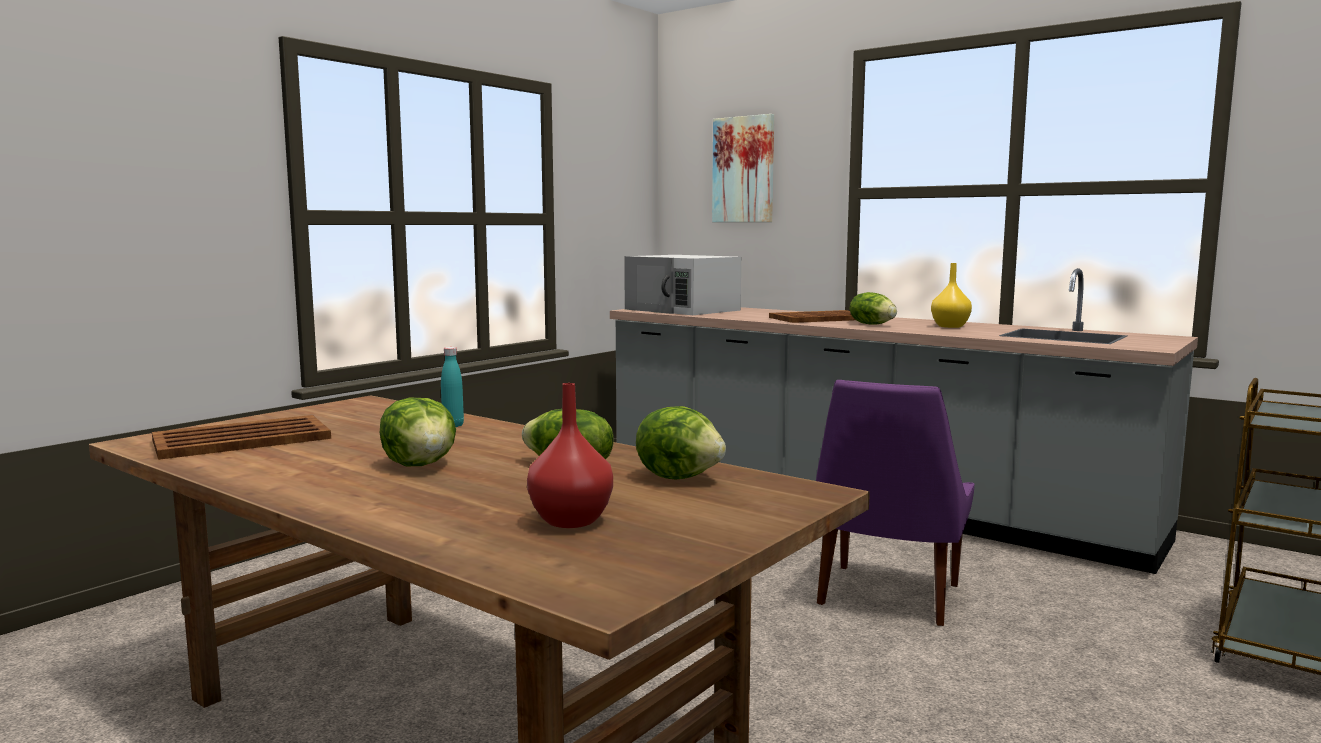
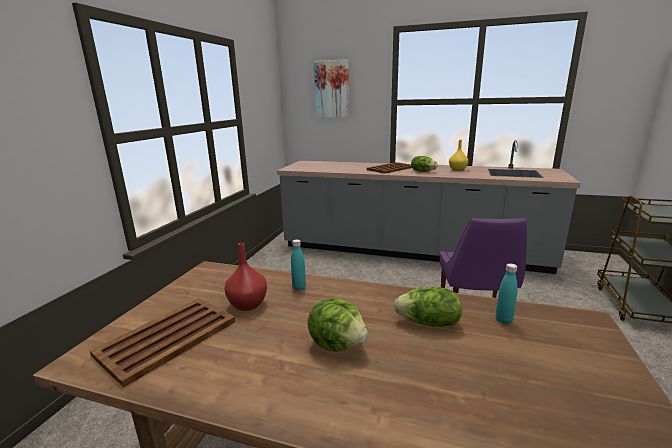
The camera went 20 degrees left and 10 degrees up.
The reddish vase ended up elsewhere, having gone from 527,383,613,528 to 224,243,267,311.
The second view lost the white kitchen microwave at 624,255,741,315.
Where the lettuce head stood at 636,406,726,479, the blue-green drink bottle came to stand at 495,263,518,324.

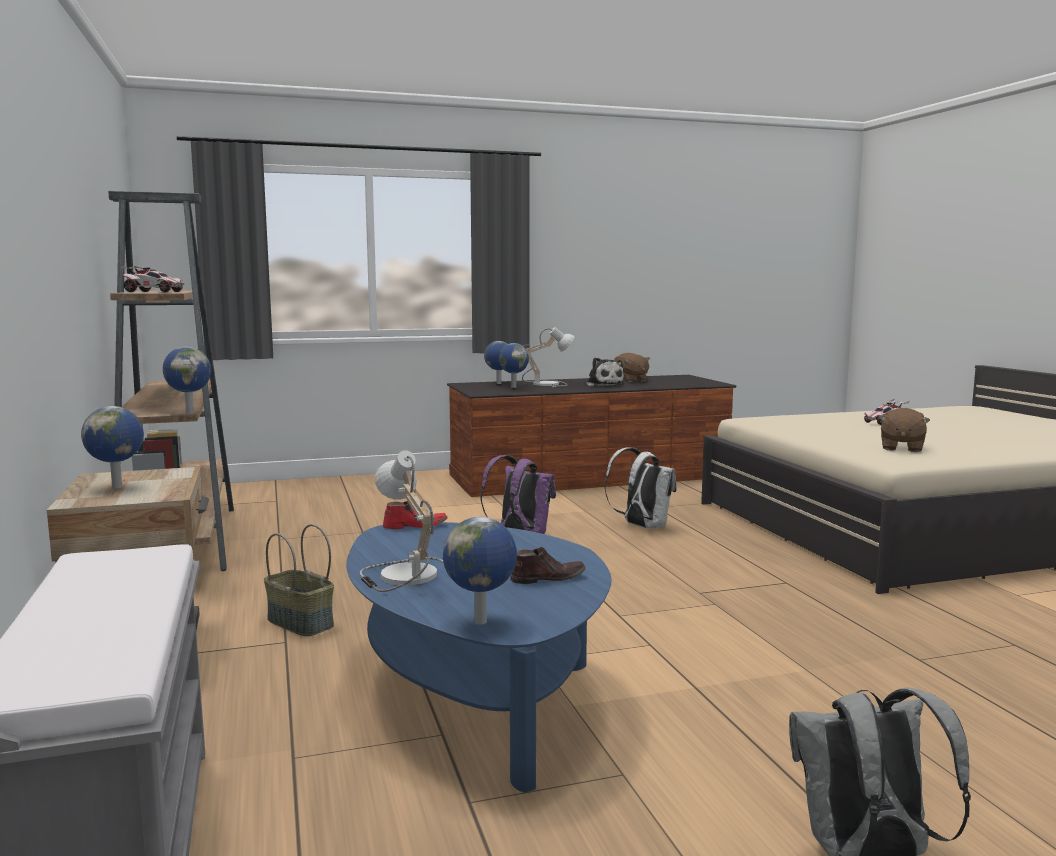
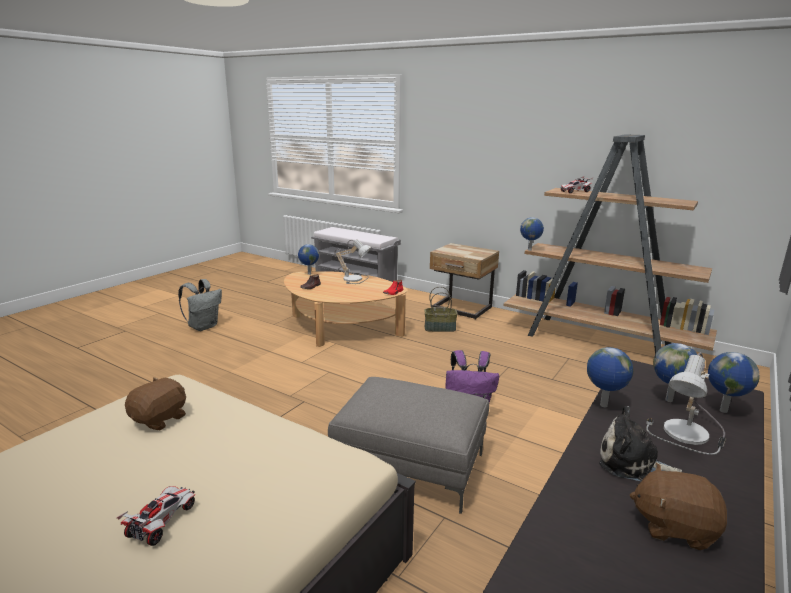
The camera went 140 degrees right and 10 degrees up.
The world globe ended up elsewhere, having gone from 81,406,144,489 to 587,347,633,407.
What was the blue-coloured low table at 346,522,612,793 turned into the beige-coloured low table at 284,271,407,347.
Where the white rucksack stood at 604,447,677,528, the gray footrest came to stand at 328,377,489,514.
The brown cuddly toy at 879,408,930,452 ended up facing another way, 45 degrees clockwise from before.

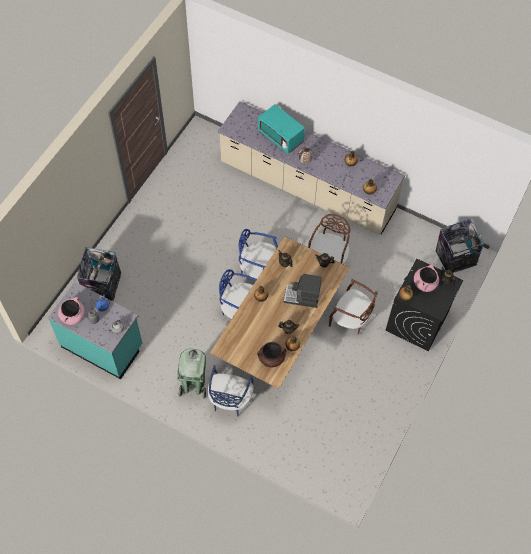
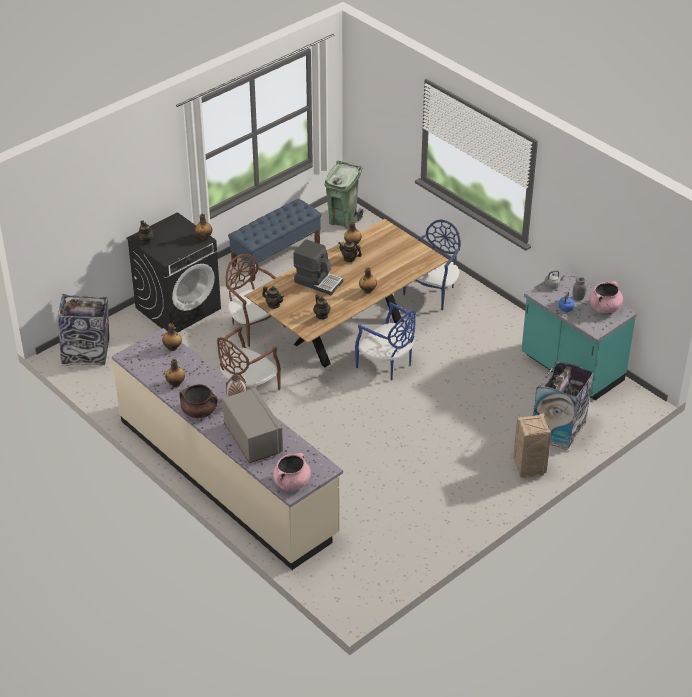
The camera went 160 degrees left and 20 degrees down.
The green-coloured waste bin ended up elsewhere, having gone from 177,349,206,399 to 325,161,363,229.
The second view lost the blue-coloured upright chair at 238,229,278,279.
The brown cooking pot ended up elsewhere, having gone from 257,342,286,368 to 179,384,218,418.
What was the blue-green kitchen microwave at 258,104,305,154 turned into the gray kitchen microwave at 223,388,283,463.
The pink cooking pot ended up elsewhere, having gone from 414,264,439,292 to 273,453,311,490.
The second view gained the blue-coloured bench at 228,199,322,282.
The second view gained the shipping crate at 513,413,551,478.

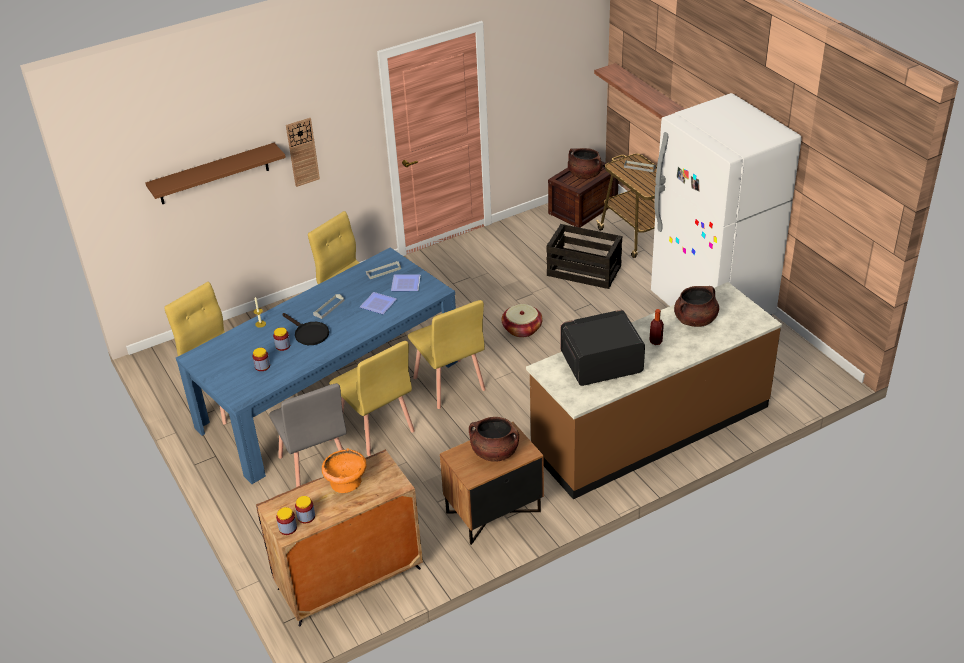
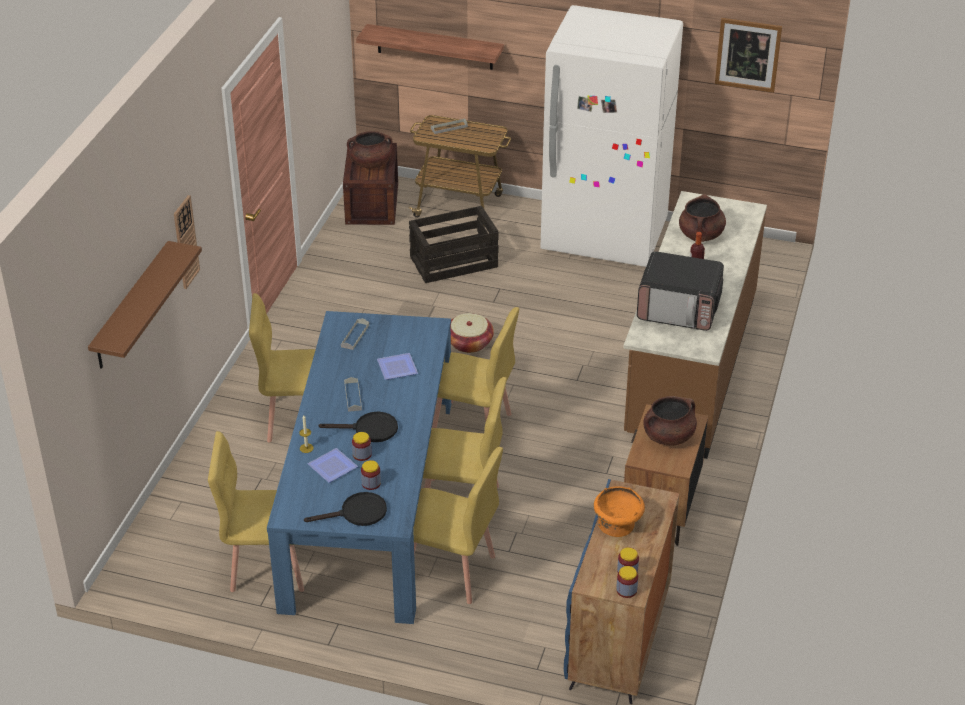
The camera went 45 degrees left and 0 degrees up.
What was the brown storage cabinet at 256,449,423,626 turned into the blue-coloured storage cabinet at 564,479,679,704.
What was the gray upright chair at 269,383,346,487 turned into the yellow-coloured upright chair at 413,447,503,604.
The flat dish ended up elsewhere, having gone from 391,274,420,291 to 308,448,358,483.
The kitchen microwave at 560,310,645,386 ended up facing another way, 105 degrees counterclockwise from before.
The second view gained the blackish skillet at 304,492,387,526.
The second view gained the picture at 715,18,782,93.

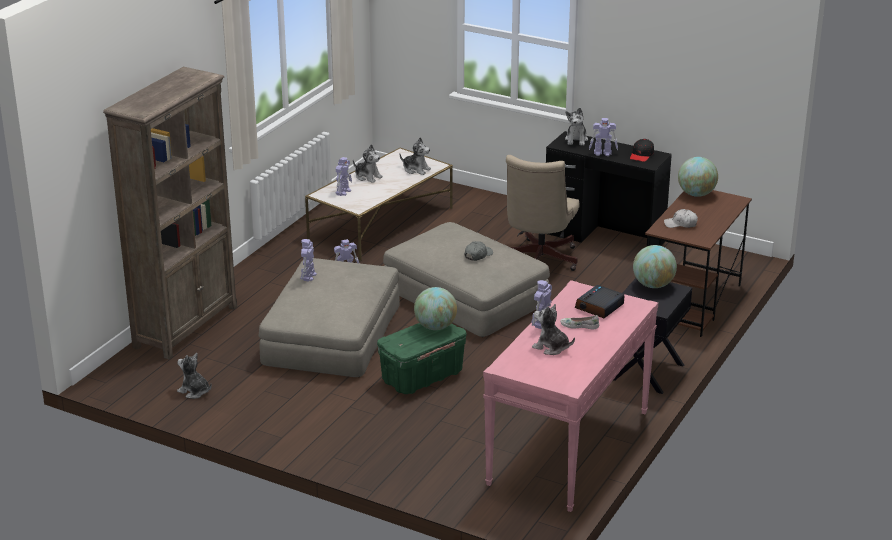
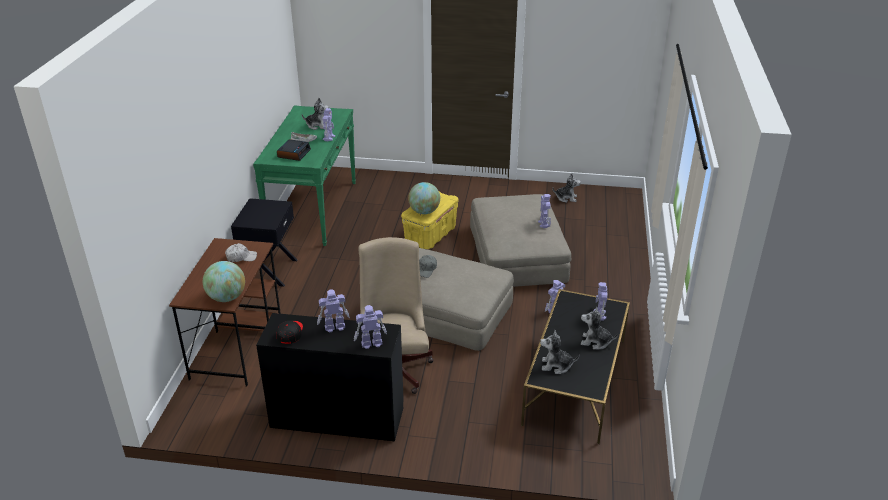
The camera went 160 degrees right and 5 degrees up.
The second view lost the brown shelving unit at 103,66,237,359.
What was the white low table at 305,147,453,261 turned into the blackish low table at 521,289,630,444.
What was the green-coloured storage box at 377,323,466,394 turned into the yellow-coloured storage box at 401,191,459,249.
What was the pink narrow table at 483,280,658,512 turned into the green-coloured narrow table at 253,105,356,246.
Where the cuddly toy stood at 565,107,588,145, the model robot came to stand at 354,305,387,349.
The second view lost the world globe at 633,245,677,288.

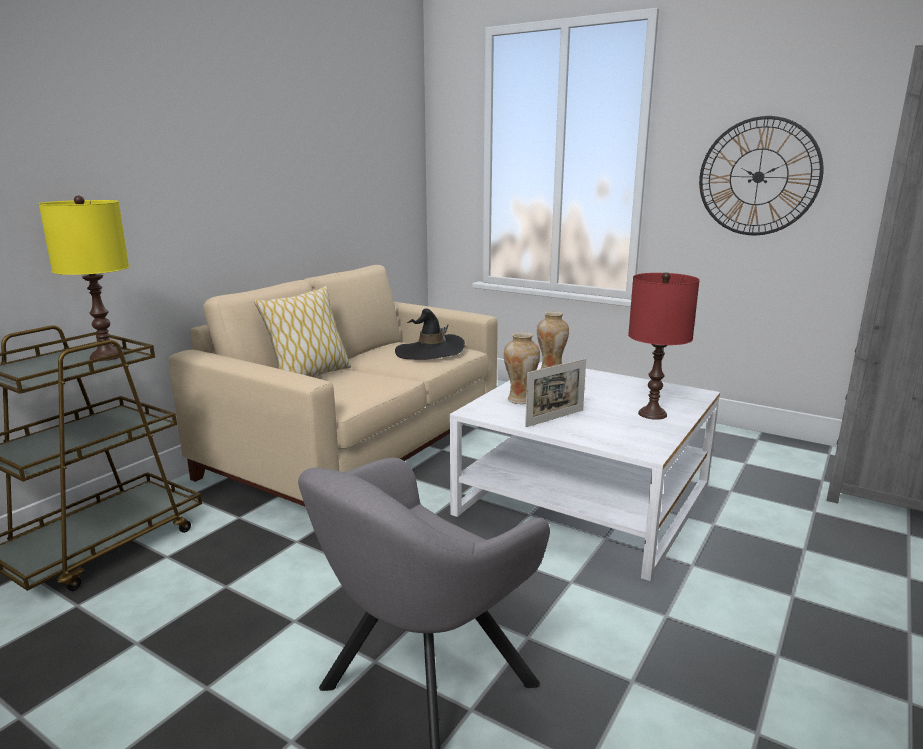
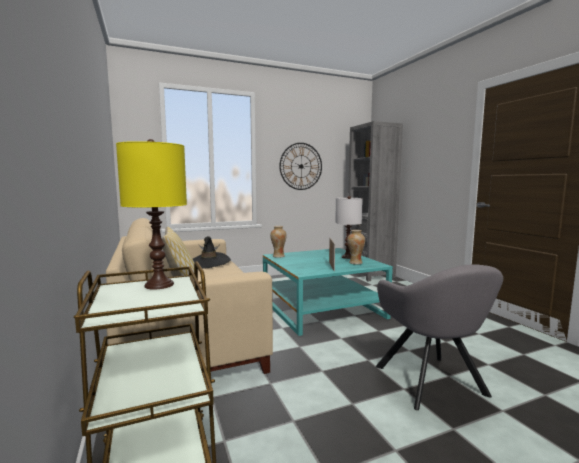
The camera went 55 degrees left and 10 degrees down.
What was the white low table at 450,362,720,581 turned into the blue-green low table at 263,248,393,336.
The vase ended up elsewhere, having gone from 504,332,540,404 to 347,230,365,264.
What was the reddish lamp for a table at 628,272,700,420 turned into the white lamp for a table at 335,196,363,259.

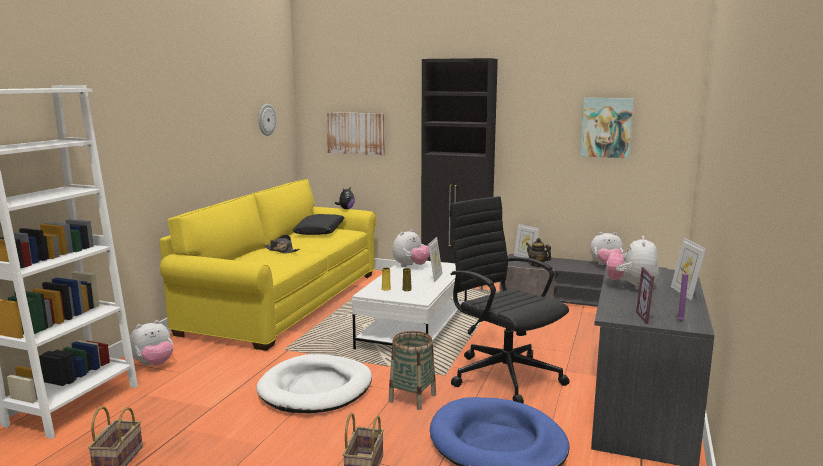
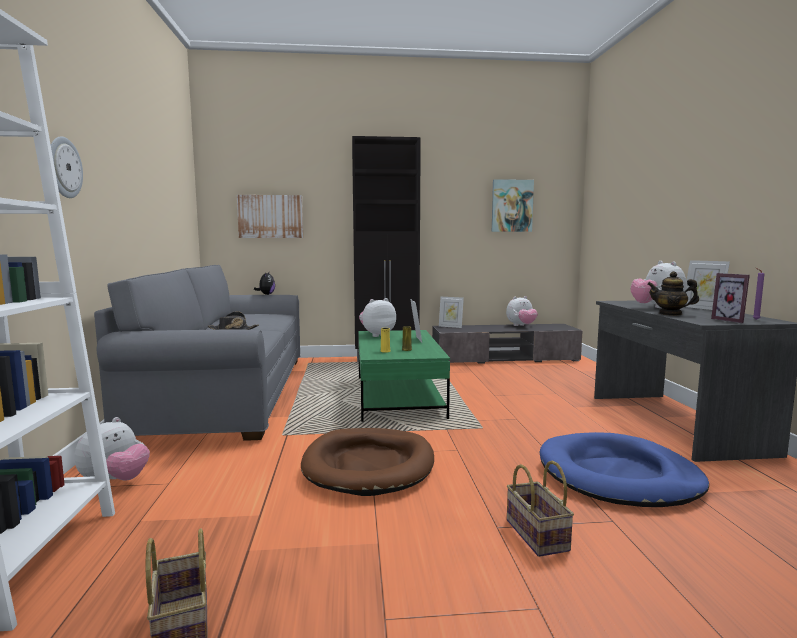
The camera went 25 degrees left and 5 degrees down.
What was the yellow-coloured couch at 160,179,376,351 turned into the gray couch at 94,265,300,441.
What was the white dog bed at 256,354,372,413 turned into the brown dog bed at 301,428,434,496.
The clock on the wall ended up elsewhere, having gone from 259,104,276,136 to 51,136,83,198.
The second view lost the blackish pillow at 292,214,344,235.
What was the white low table at 352,261,467,349 turned into the green-coloured low table at 358,330,450,422.
The second view lost the storage basket at 388,331,436,410.
The cuddly toy at 392,229,430,267 ended up facing another way, 135 degrees counterclockwise from before.
The second view lost the blackish desk chair at 449,196,570,404.
The tea pot ended up elsewhere, having gone from 526,238,552,267 to 647,271,699,316.

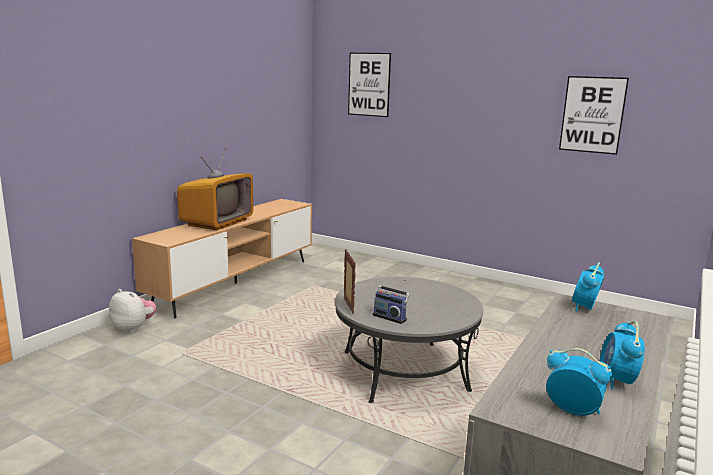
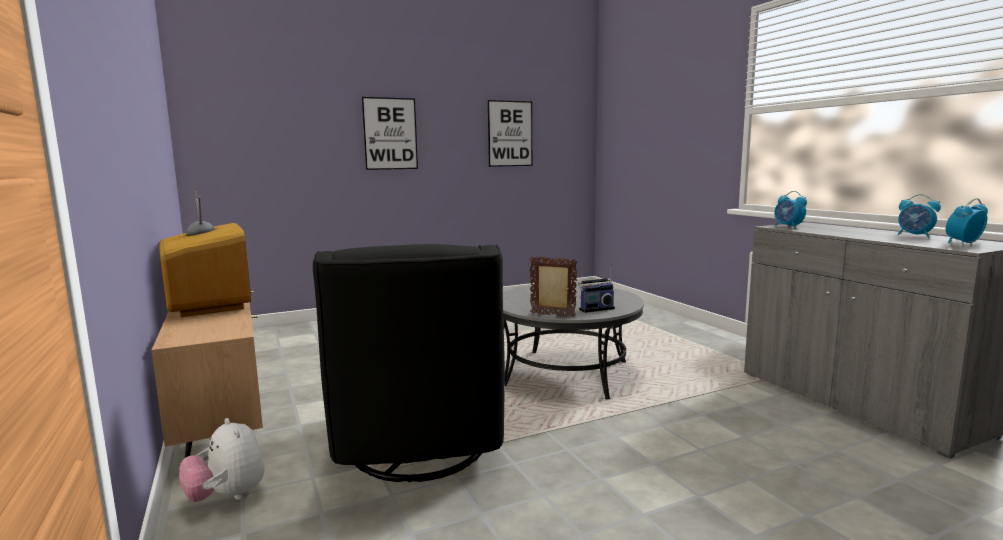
The camera went 55 degrees left and 5 degrees down.
The cuddly toy at 109,289,156,333 ended up facing another way, 105 degrees counterclockwise from before.
The picture ended up elsewhere, having gone from 348,53,391,117 to 362,97,418,170.
The second view gained the blackish easy chair at 313,244,505,482.

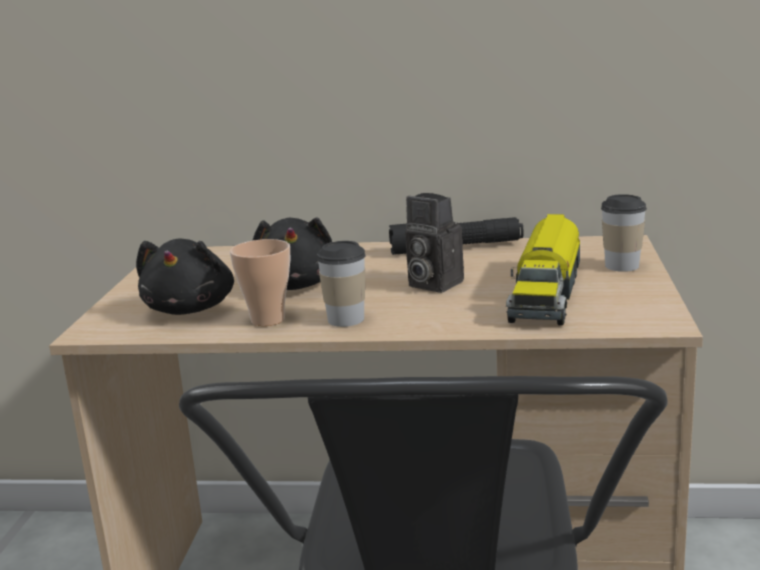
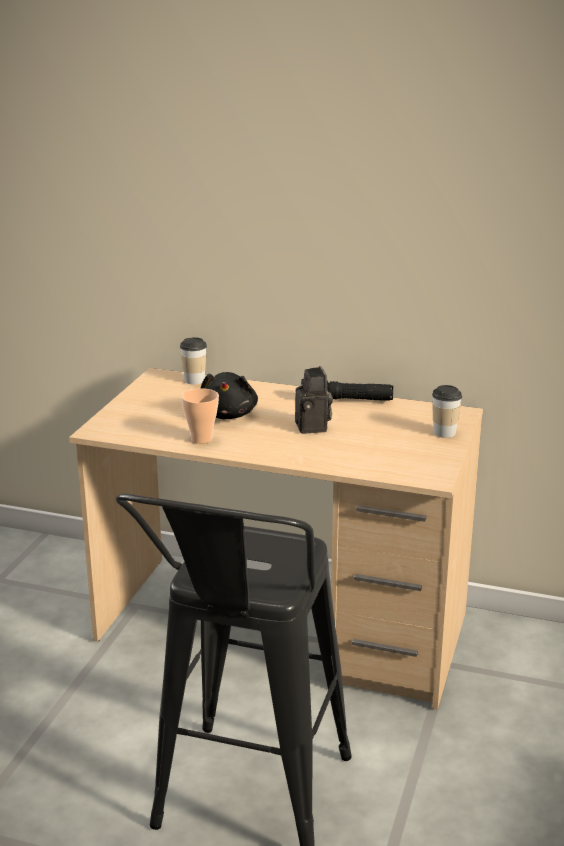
The camera went 10 degrees right and 5 degrees up.
The second view lost the blackish cuddly toy at 136,238,234,315.
The small cup ended up elsewhere, having gone from 317,241,366,327 to 180,337,207,384.
The photo camera at 405,193,464,293 ended up facing another way, 150 degrees counterclockwise from before.
The second view lost the model truck at 506,214,580,326.

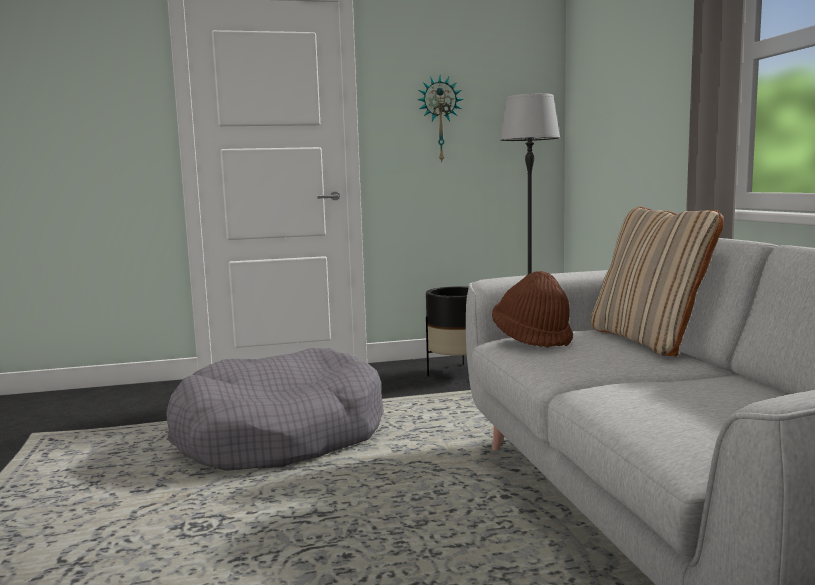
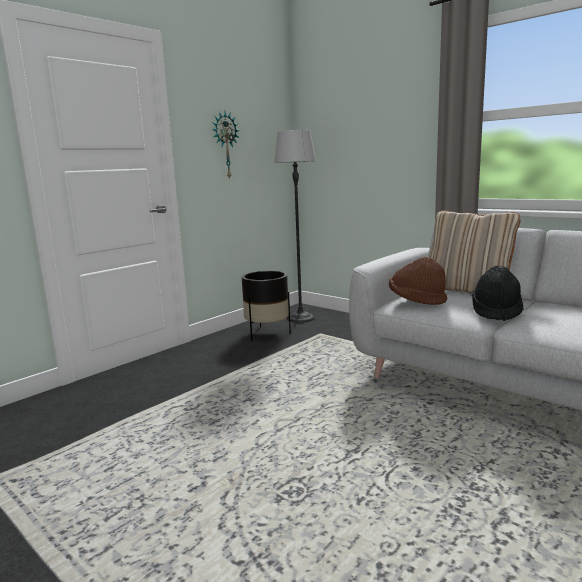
The camera went 35 degrees left and 5 degrees up.
The second view lost the gray dog bed at 166,348,384,471.
The second view gained the blackish wearable hat at 472,265,523,321.

